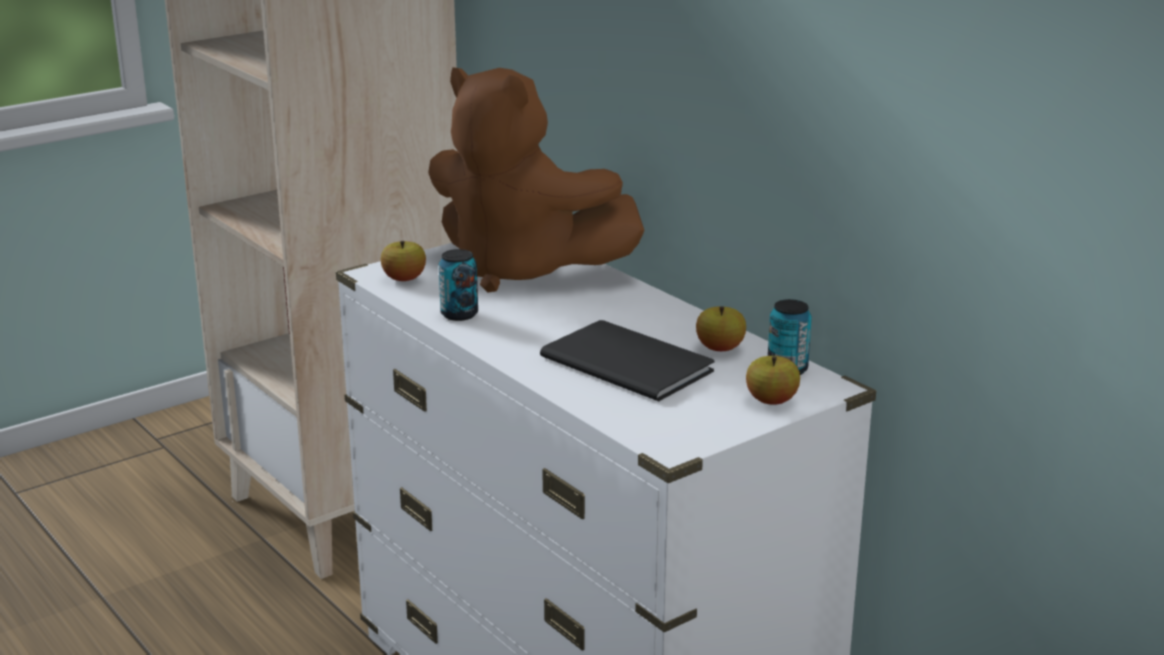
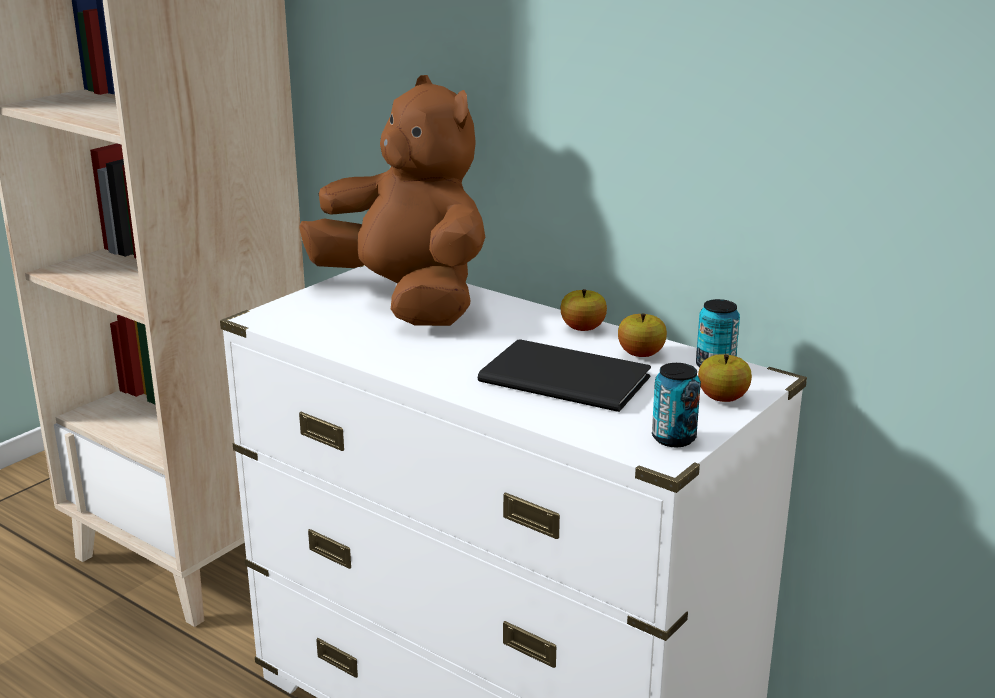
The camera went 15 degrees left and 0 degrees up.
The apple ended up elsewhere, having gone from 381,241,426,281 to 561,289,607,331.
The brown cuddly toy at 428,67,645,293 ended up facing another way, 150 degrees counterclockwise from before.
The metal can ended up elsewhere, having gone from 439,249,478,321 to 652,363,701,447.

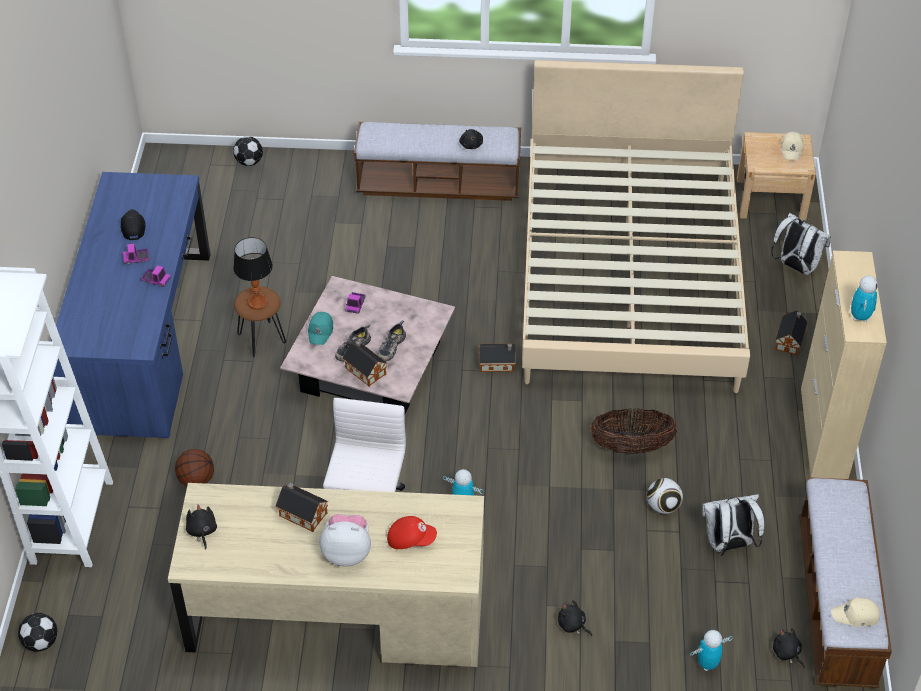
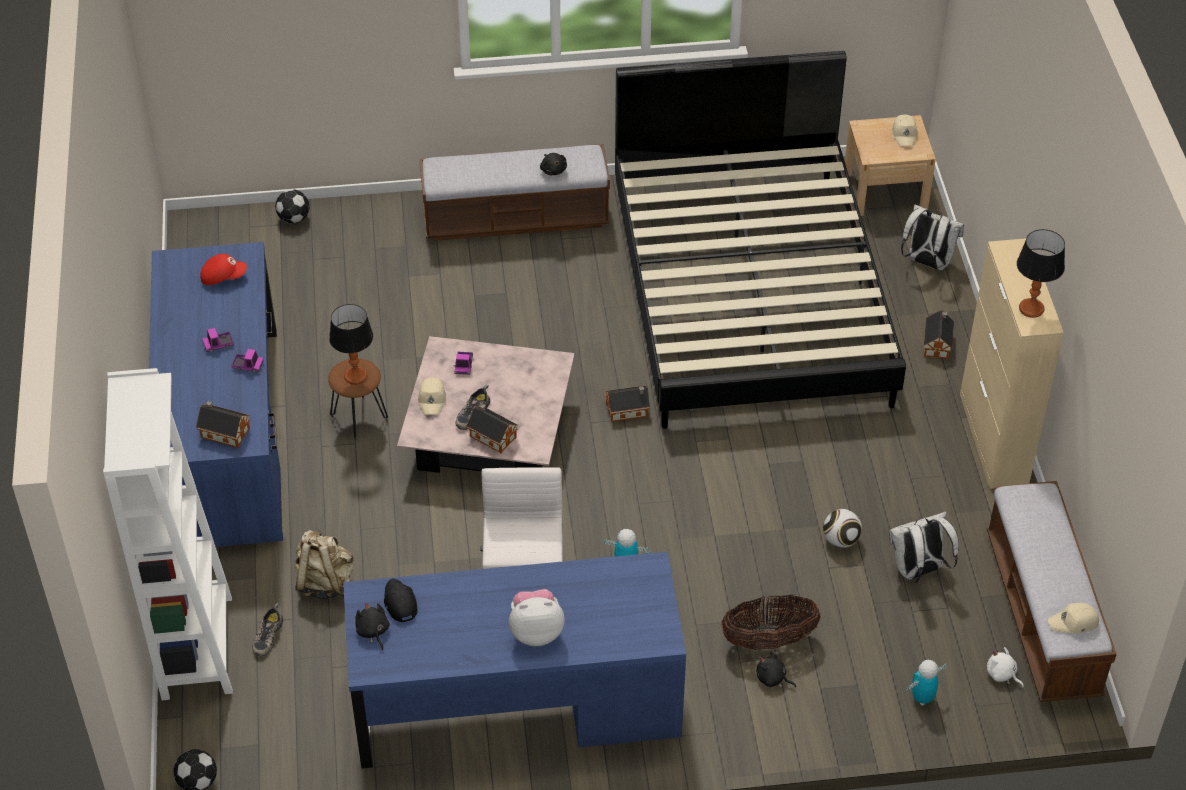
The camera went 10 degrees left and 0 degrees up.
The blackish baseball cap ended up elsewhere, having gone from 121,209,146,240 to 384,579,418,622.
What was the beige-coloured desk at 168,483,484,667 turned into the blue-coloured desk at 343,552,686,769.
Where the ball for basketball stood at 175,449,214,486, the beige-coloured rucksack came to stand at 295,530,354,599.
The miniature house ended up elsewhere, having gone from 275,483,328,532 to 196,401,250,448.
What was the blue-green baseball cap at 308,312,333,345 turned into the beige-coloured baseball cap at 418,378,446,415.
The shoe ended up elsewhere, having gone from 377,320,406,362 to 252,603,283,657.
The reddish baseball cap ended up elsewhere, having gone from 387,516,437,549 to 200,254,247,285.
What was the beige-coloured bedroom bed at 522,60,750,393 turned into the blackish bedroom bed at 615,51,906,429.
The storage basket ended up elsewhere, having gone from 591,408,677,454 to 721,595,821,650.
What was the blackish cuddly toy at 773,628,805,668 turned into the white cuddly toy at 987,647,1024,687.
Where the model robot stood at 851,275,878,322, the lamp for a table came to stand at 1017,229,1065,318.

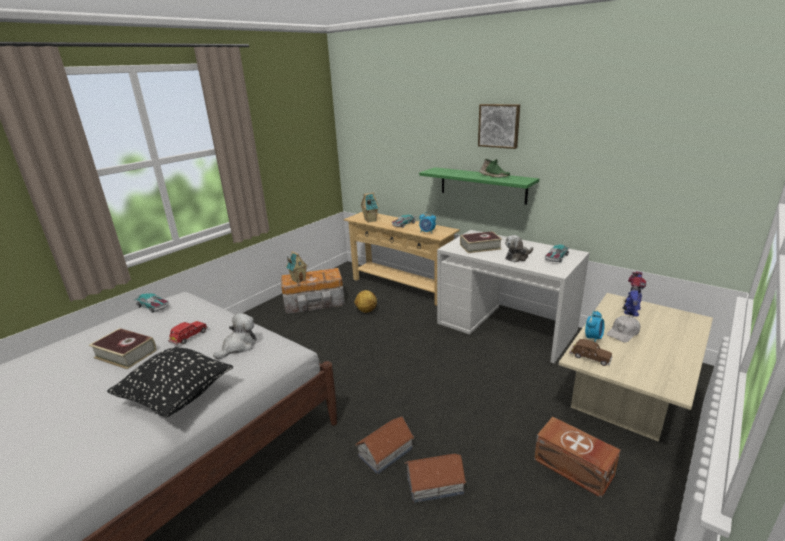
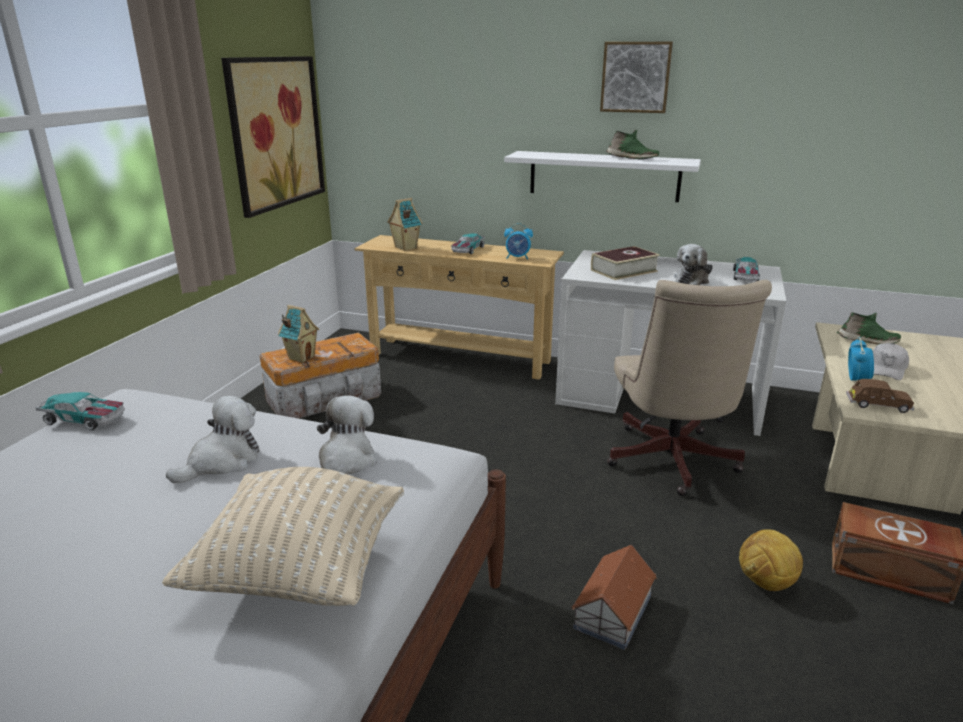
The camera went 20 degrees left and 0 degrees up.
The second view lost the book at 89,328,157,369.
What was the blackish pillow at 107,347,233,417 turned into the beige-coloured pillow at 162,467,404,606.
Where the reddish miniature car stood at 168,321,208,345, the cuddly toy came to stand at 166,395,259,483.
The football ball ended up elsewhere, having gone from 354,290,377,313 to 739,529,803,591.
The second view lost the miniature house at 405,454,466,503.
What was the green-coloured wall shelf at 419,167,539,205 turned into the white wall shelf at 504,151,701,202.
Where the model robot stood at 623,271,646,317, the green-coloured shoe came to stand at 837,312,901,345.
The second view gained the picture at 221,56,325,218.
The second view gained the beige-coloured desk chair at 607,280,772,496.

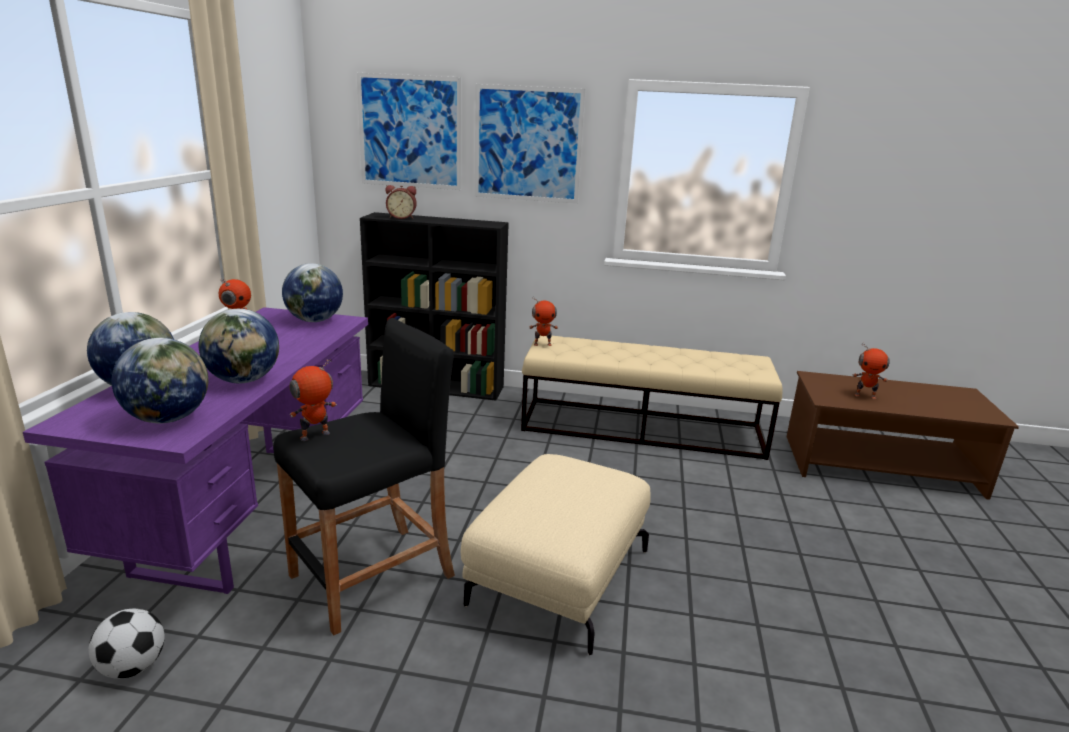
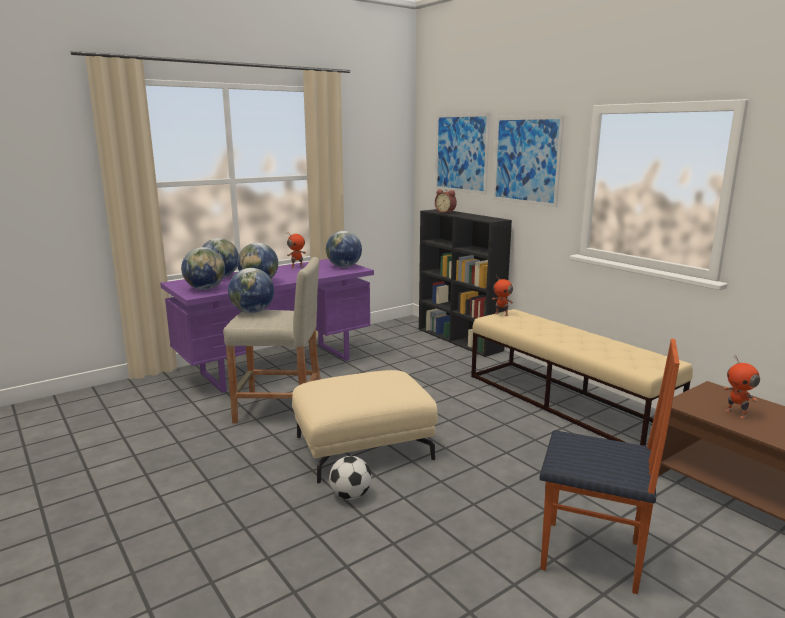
The camera went 45 degrees right and 5 degrees down.
The football ball ended up elsewhere, having gone from 89,609,165,679 to 329,456,371,500.
What was the blackish sitting stool at 273,318,455,636 turned into the beige-coloured sitting stool at 223,257,321,424.
Where the model robot stood at 289,359,337,441, the world globe came to stand at 228,268,274,313.
The second view gained the upright chair at 540,339,680,594.

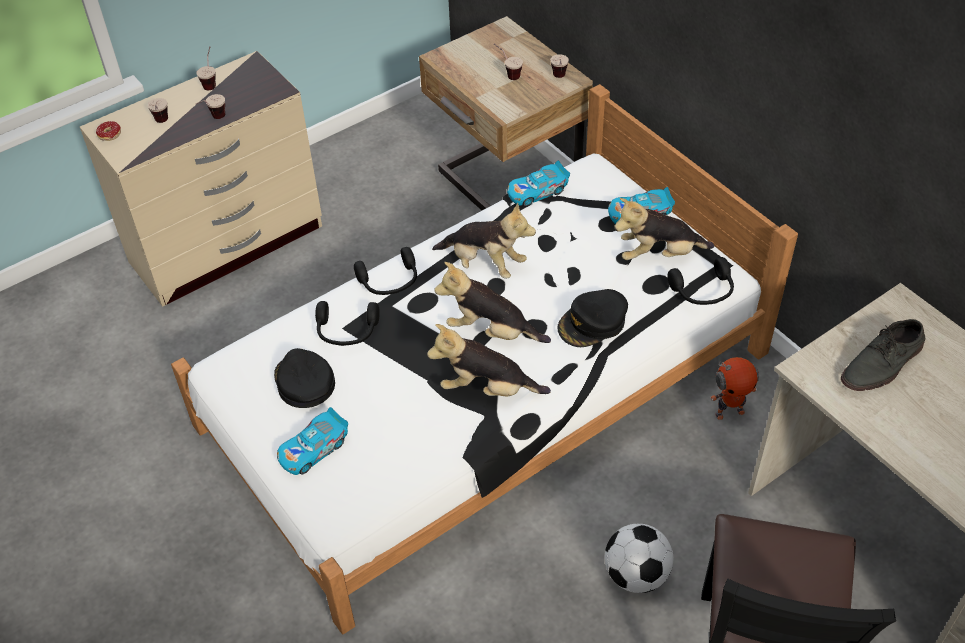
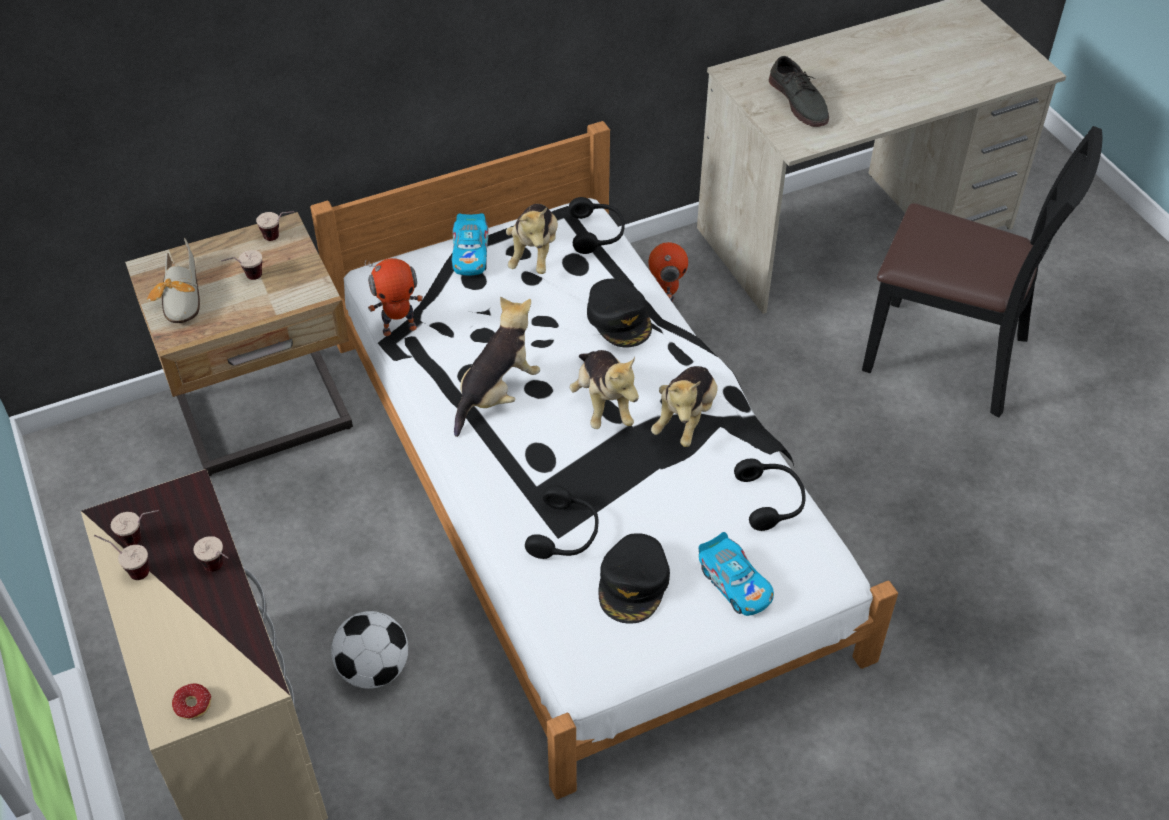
The camera went 80 degrees left and 0 degrees up.
The small cup ended up elsewhere, having gone from 148,98,168,123 to 111,510,159,546.
The blackish baseball cap at 274,348,335,408 ended up facing another way, 60 degrees counterclockwise from before.
The blackish headset ended up elsewhere, having gone from 354,247,417,295 to 734,459,806,531.
The cuddly toy at 434,262,551,343 ended up facing another way, 45 degrees counterclockwise from before.
Where the miniature car stood at 507,161,570,207, the model robot came to stand at 365,258,423,336.
The football ball ended up elsewhere, having gone from 605,523,673,593 to 331,611,408,689.
The second view gained the shoe at 147,238,200,323.

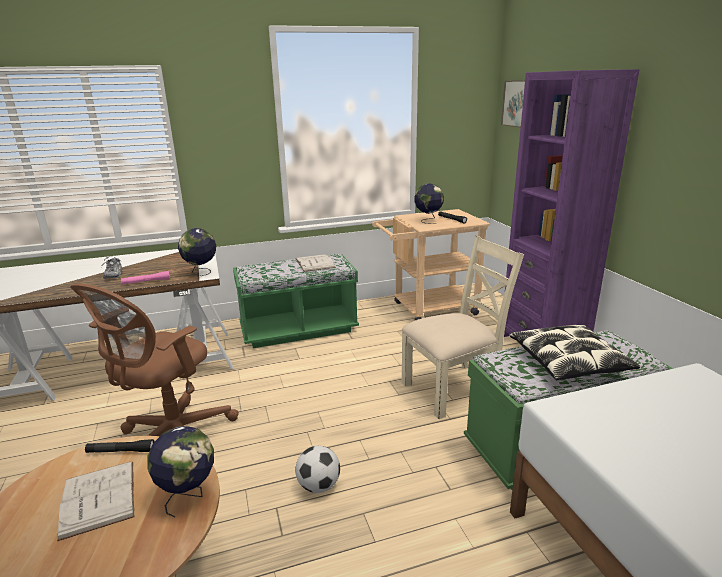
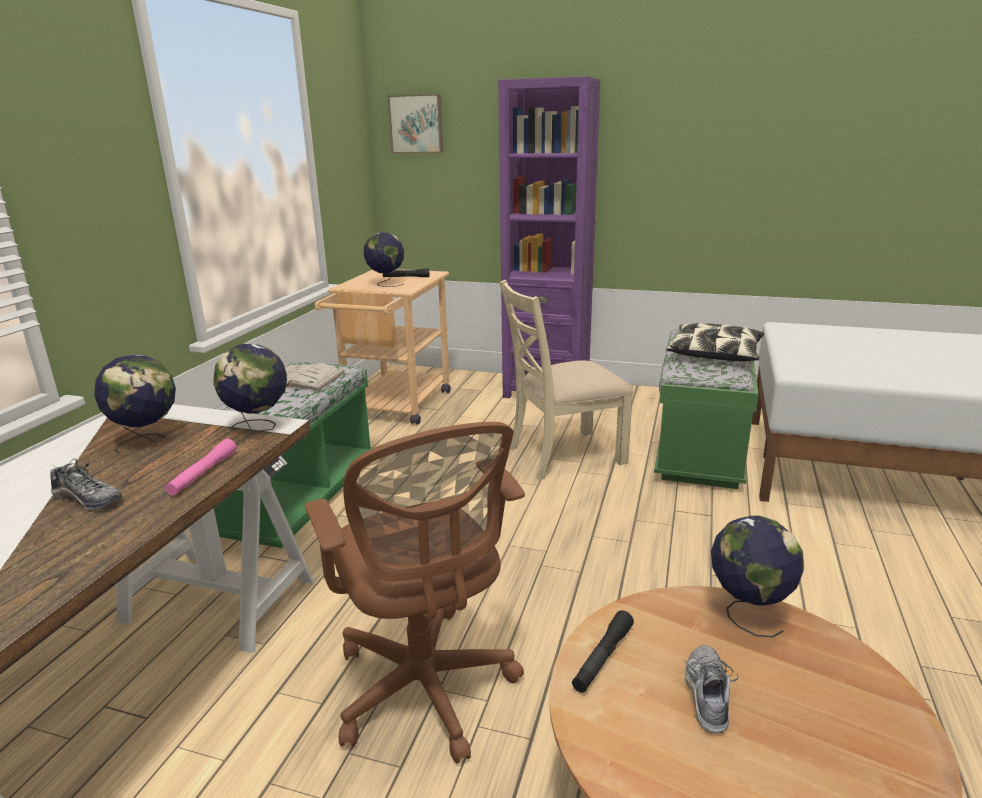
The camera went 55 degrees left and 0 degrees up.
Where the white book stood at 57,461,134,541, the shoe came to stand at 683,645,739,734.
The second view lost the football ball at 295,446,340,493.
The beige-coloured upright chair at 402,236,524,419 ended up facing another way, 120 degrees counterclockwise from before.
The second view gained the world globe at 94,354,176,454.

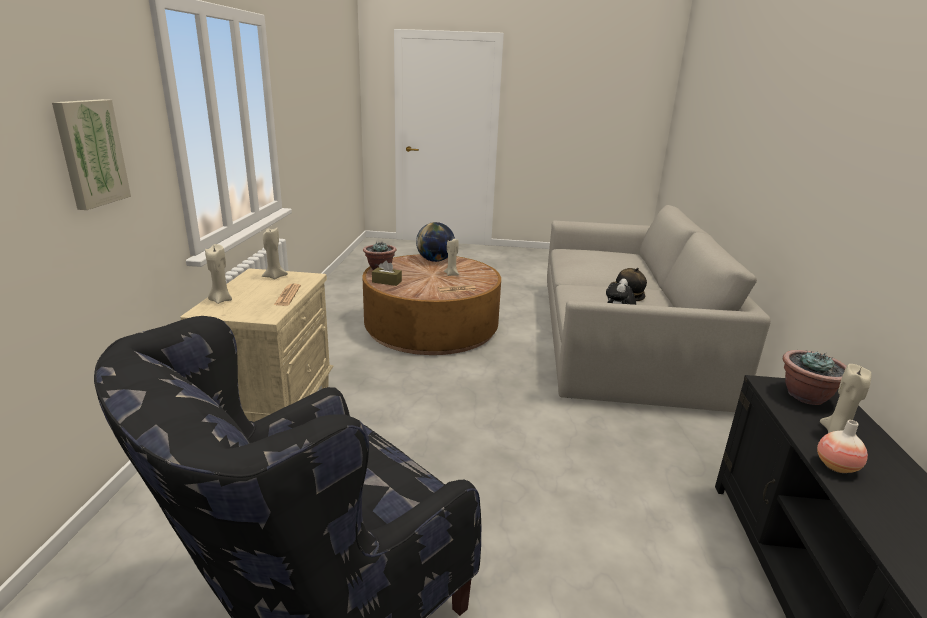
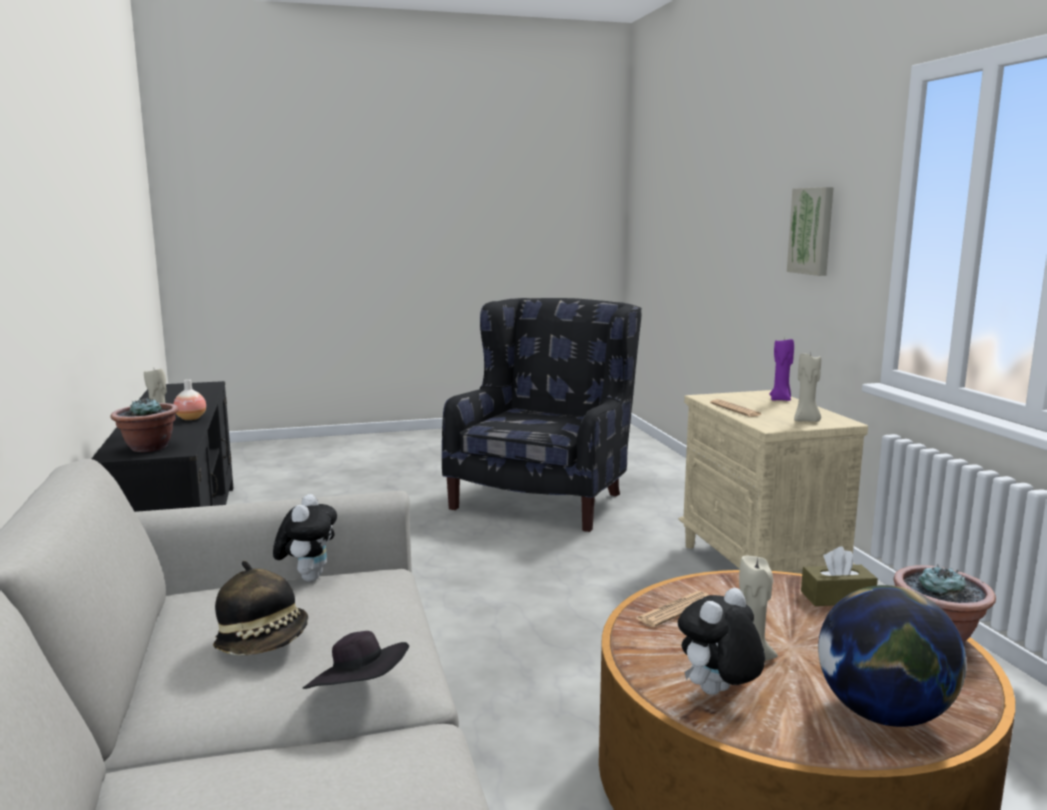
The camera went 160 degrees right and 10 degrees down.
What was the beige-coloured candle at 205,244,232,304 turned into the purple candle at 769,339,794,401.
The second view gained the blackish wearable hat at 303,631,409,689.
The second view gained the cuddly toy at 678,588,765,695.

